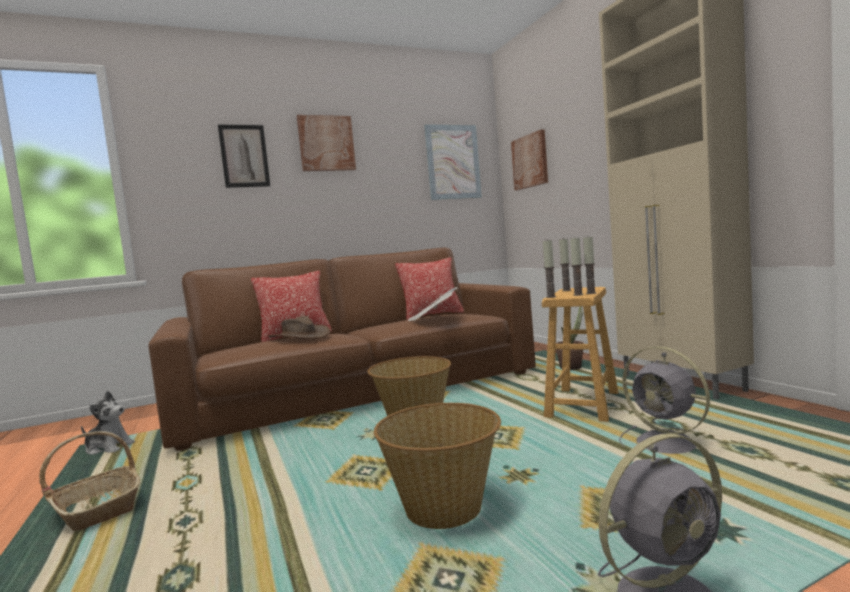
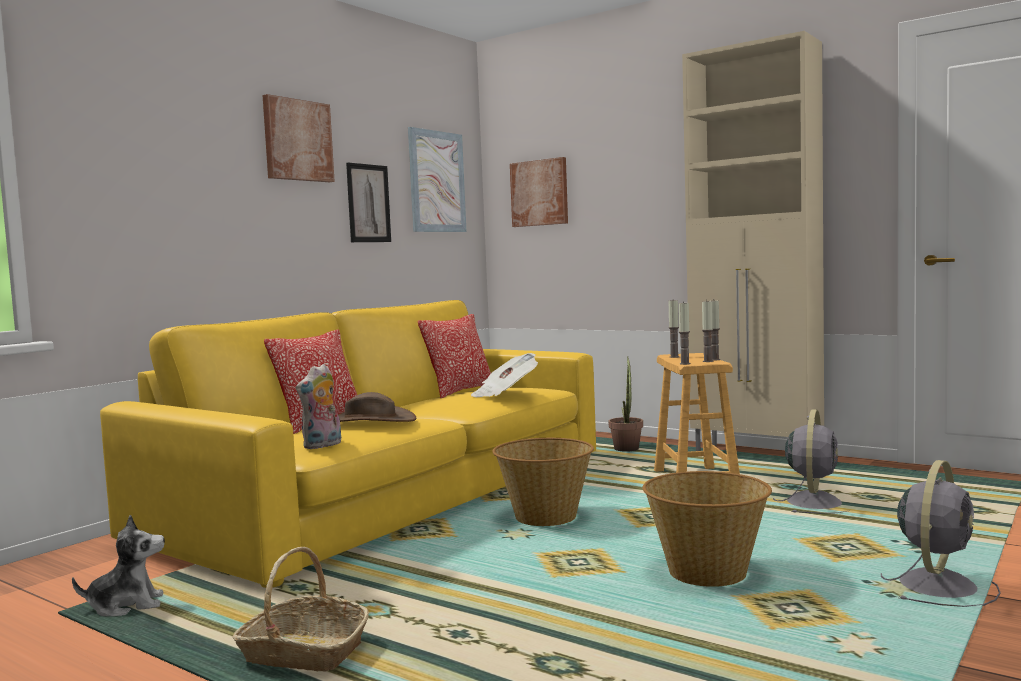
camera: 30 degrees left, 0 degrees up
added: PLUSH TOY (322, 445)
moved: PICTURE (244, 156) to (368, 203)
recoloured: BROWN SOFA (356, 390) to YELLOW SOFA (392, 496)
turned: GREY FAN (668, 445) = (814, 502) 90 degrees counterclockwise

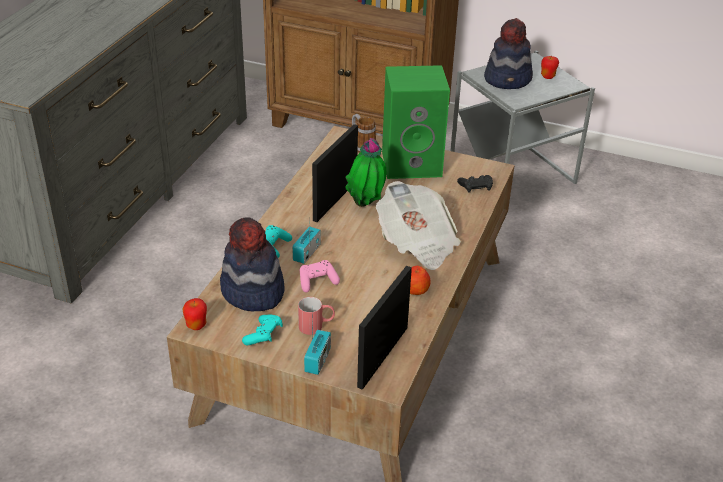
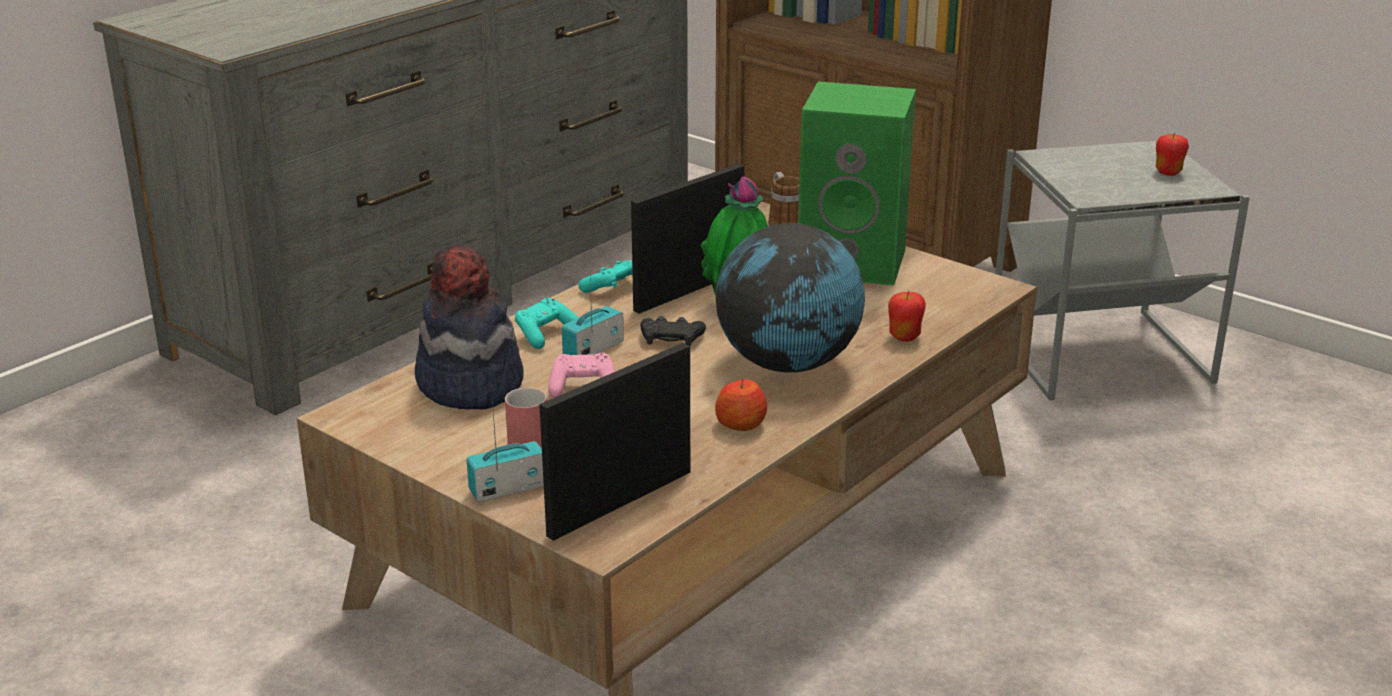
camera: 20 degrees right, 10 degrees down
removed: HAT (508, 79)
moved: BLACK GAME CONTROLLER (475, 186) to (671, 338); APPLE (196, 325) to (904, 337); TURQUOISE GAME CONTROLLER (264, 336) to (613, 288)
replaced: NEWSPAPER (417, 243) to GLOBE (788, 364)
turned: RADIO (318, 360) = (508, 488) 150 degrees counterclockwise

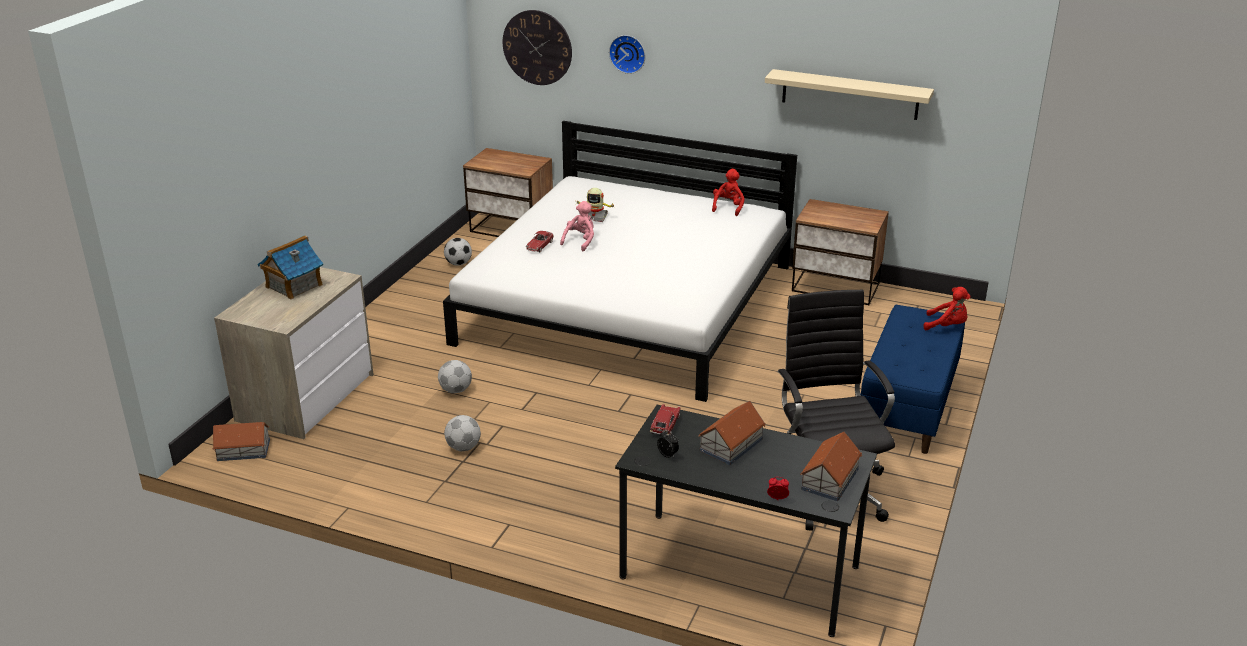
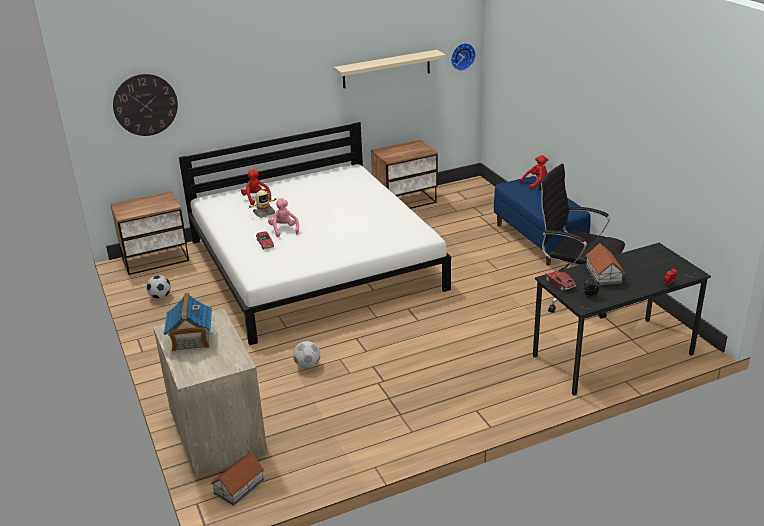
camera: 45 degrees left, 0 degrees up
removed: FOOTBALL (463, 447); TOY HOUSE (830, 479)
moved: WALL CLOCK (628, 53) to (462, 56); RED PLUSH TOY (728, 207) to (256, 199)

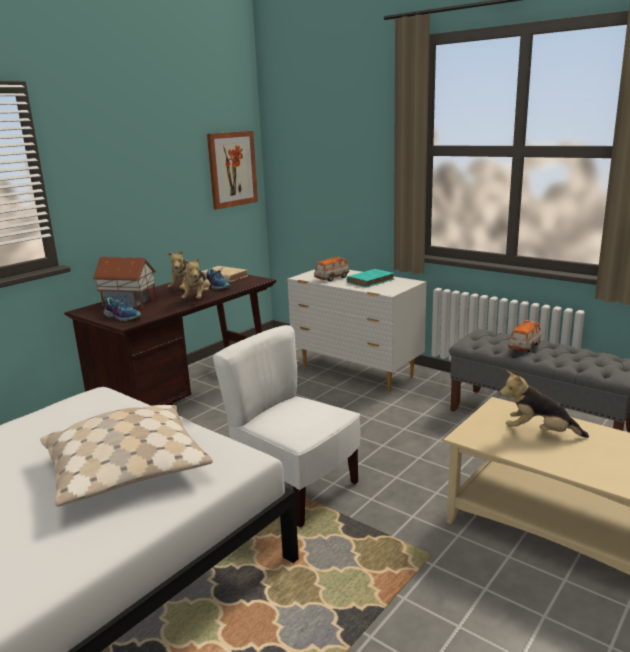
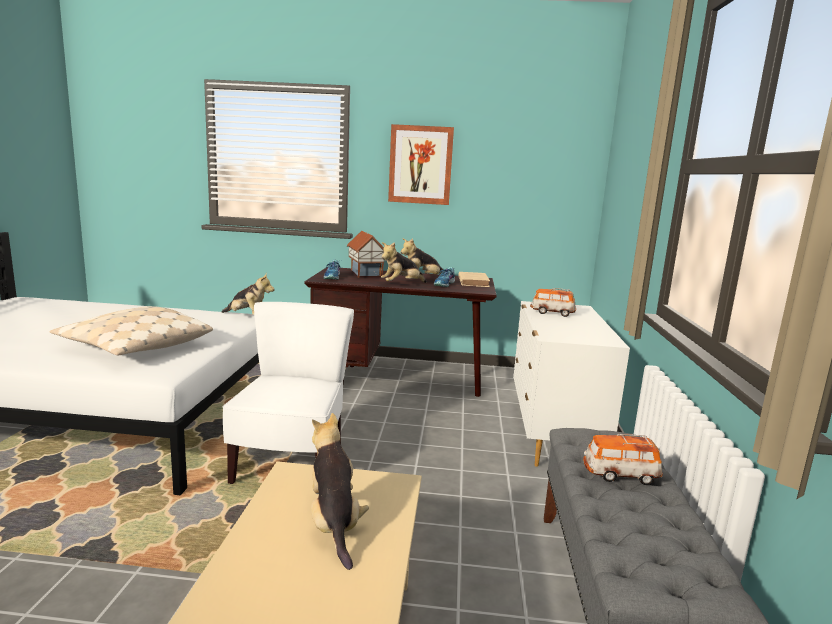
camera: 55 degrees right, 5 degrees down
removed: TURQUOISE BOOK (371, 281)
added: PLUSH TOY (248, 317)
moved: PICTURE (232, 169) to (420, 165)

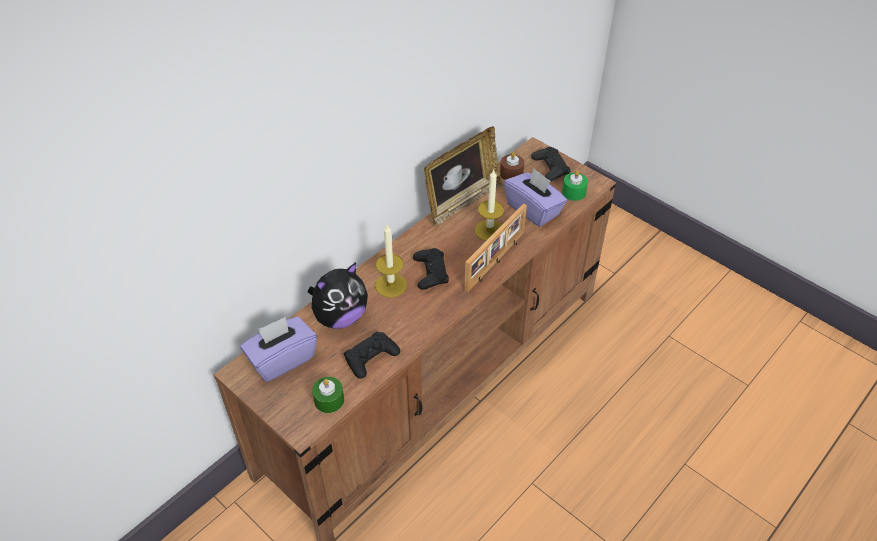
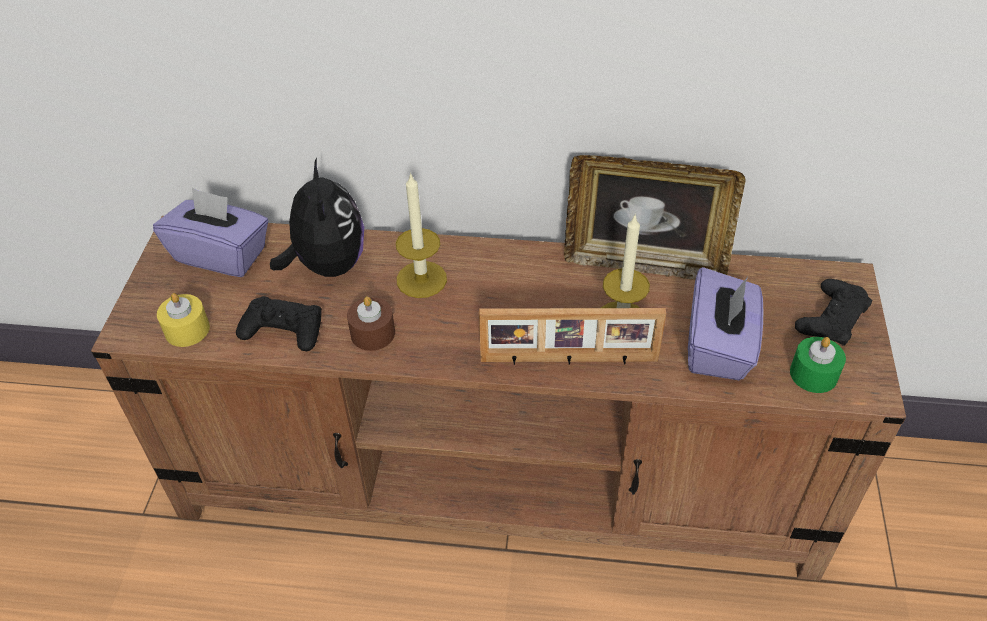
camera: 55 degrees right, 0 degrees up
removed: BLACK GAME CONTROLLER (430, 272)
moved: BROWN CANDLE (511, 173) to (373, 333)
recoloured: GREEN CANDLE (329, 400) to YELLOW CANDLE (187, 330)
turned: PLUSH TOY (340, 317) = (327, 265) 120 degrees counterclockwise

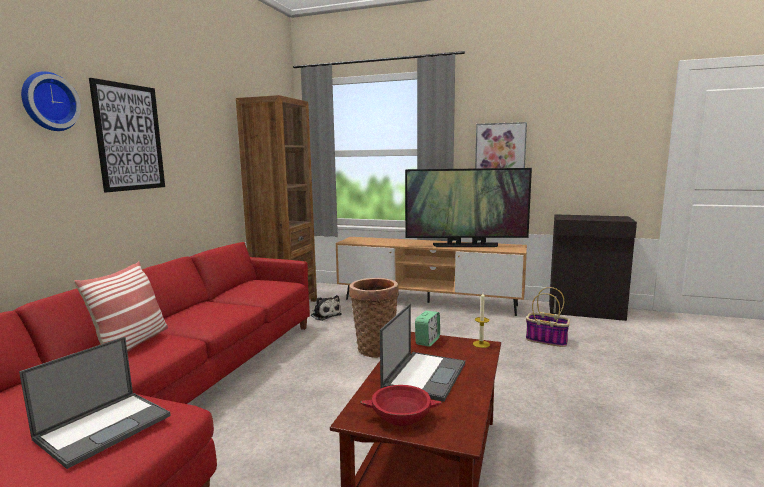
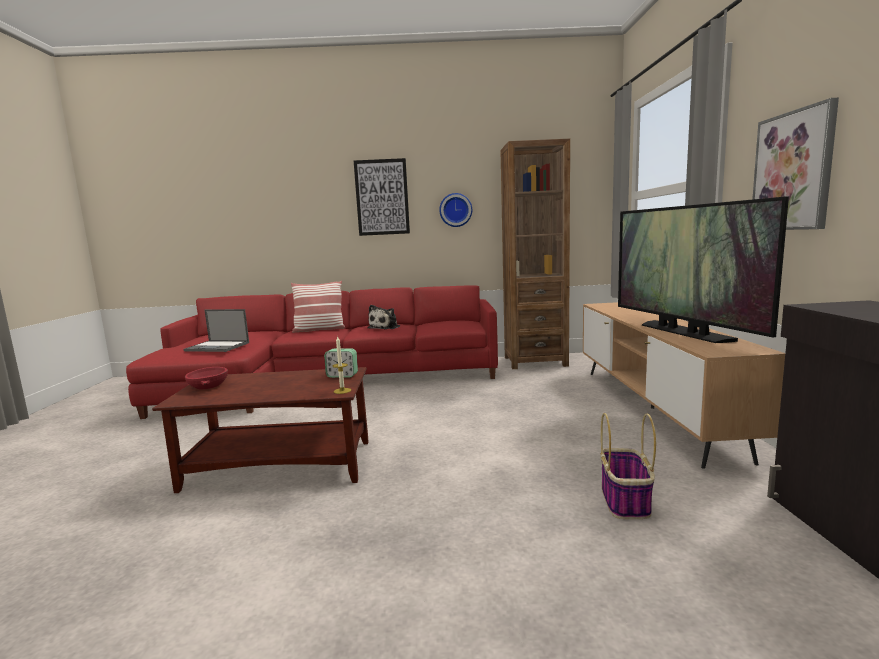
camera: 70 degrees right, 0 degrees up
removed: BASKET (374, 348); LAPTOP (424, 375)
moved: WALL CLOCK (48, 102) to (455, 210); PLUSH TOY (325, 315) to (385, 327)

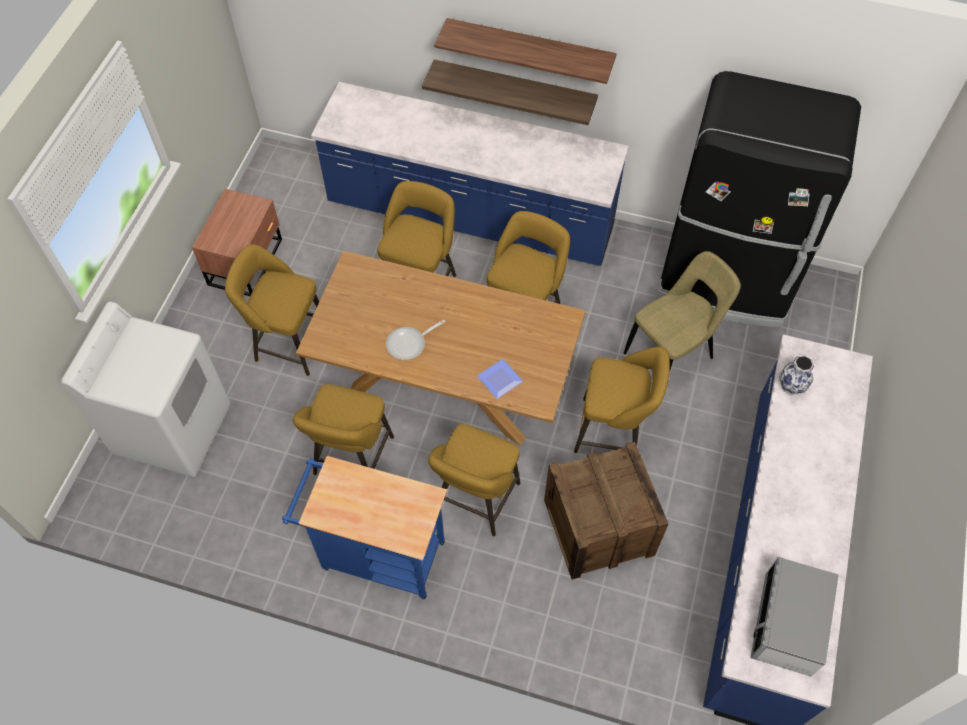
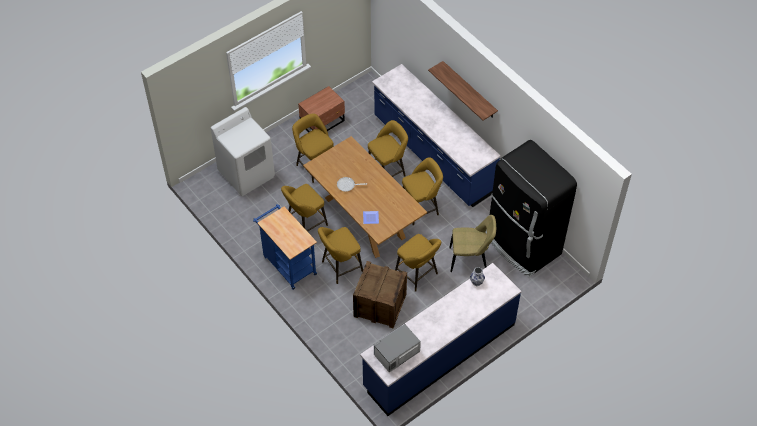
camera: 35 degrees right, 5 degrees down
removed: SHELF (514, 88)

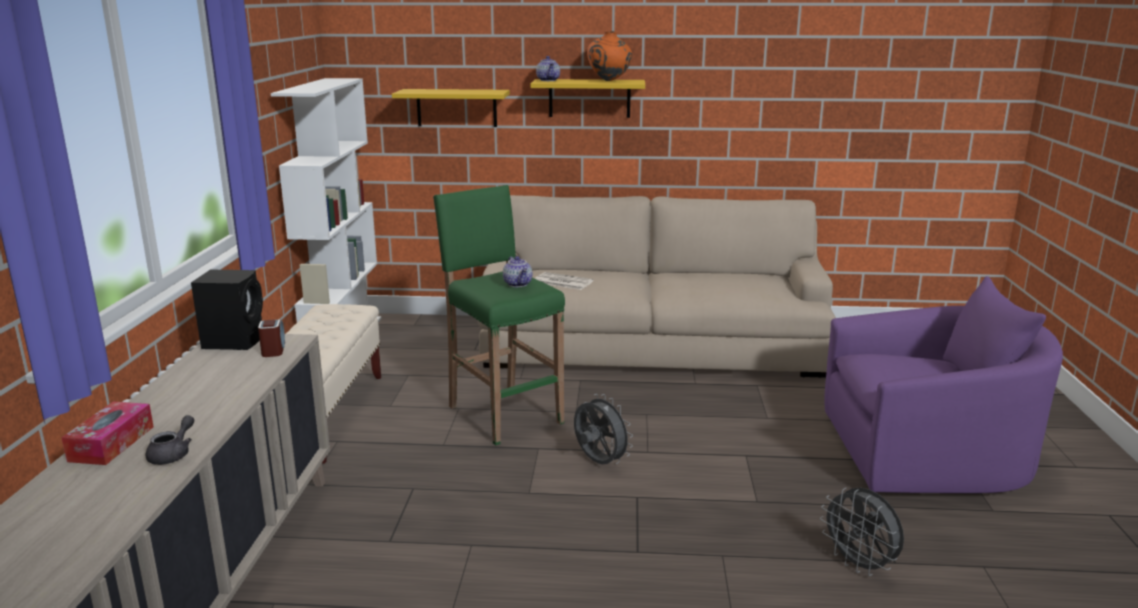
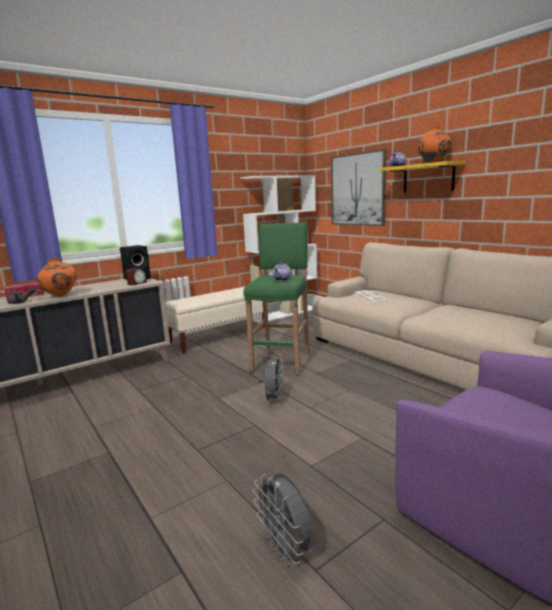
camera: 50 degrees right, 5 degrees down
added: ORANGE VASE (60, 296)
replaced: YELLOW SHELF (456, 108) to PICTURE (358, 189)
turned: GREY FAN (859, 565) = (286, 549) 45 degrees counterclockwise

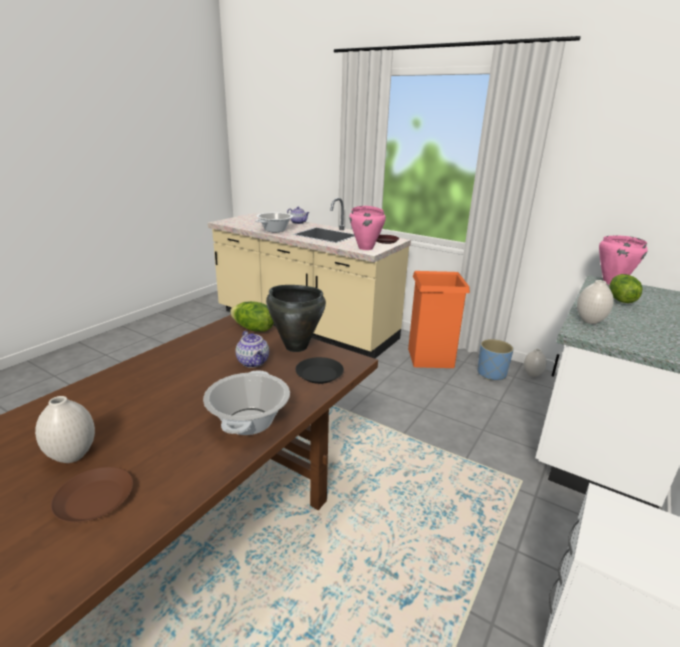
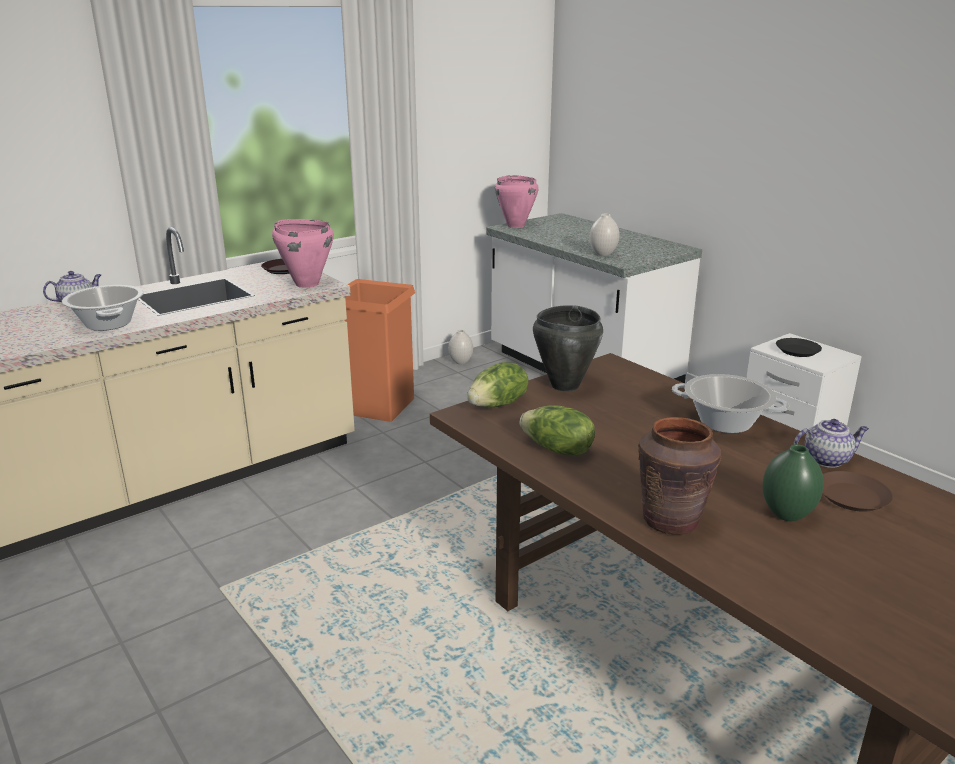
camera: 70 degrees left, 0 degrees up
removed: BLUE PLANTER (491, 374)
added: BROWN VASE (671, 520)
moved: LETTUCE (620, 299) to (557, 450); TEAPOT (253, 362) to (827, 459); BLACK PLATE (319, 374) to (798, 351)
recoloured: WHITE VASE (72, 456) to GREEN VASE (786, 515)

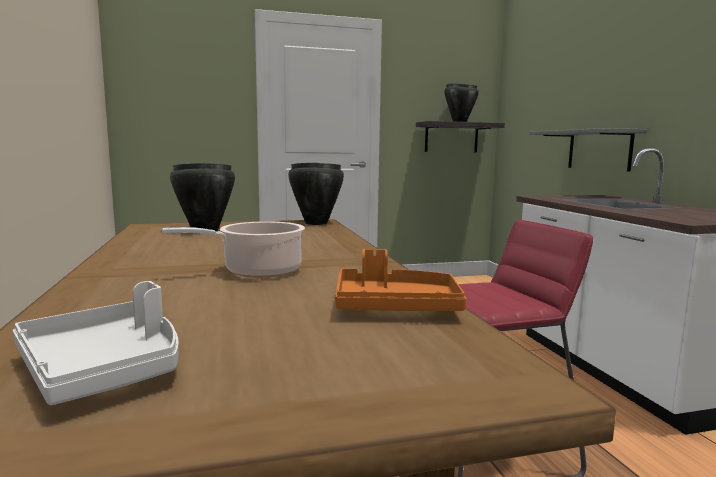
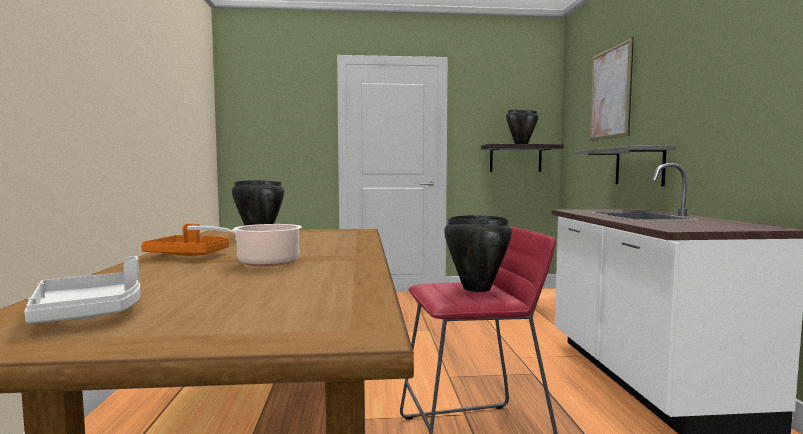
camera: 10 degrees right, 5 degrees down
added: PICTURE (610, 93)
moved: BLACK COOKING POT (315, 223) to (476, 289); ORANGE TRAY (395, 307) to (189, 255)

